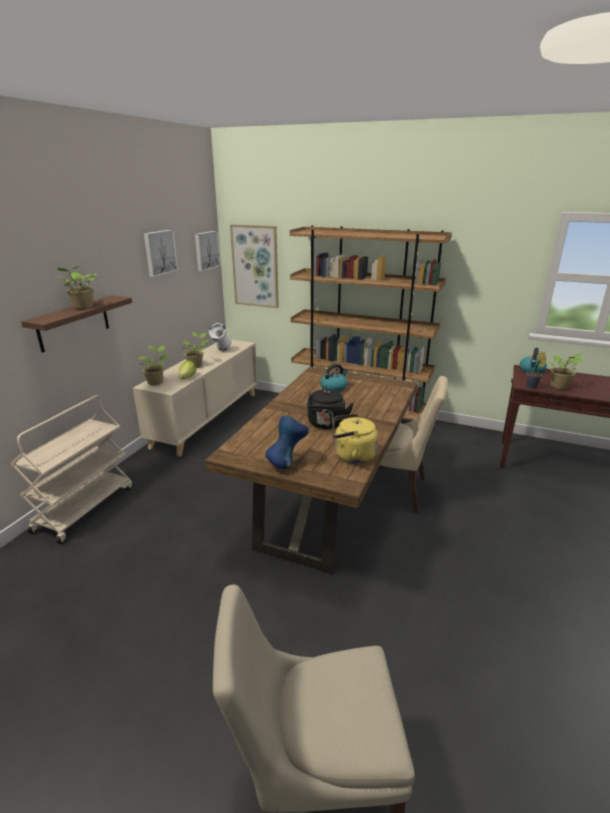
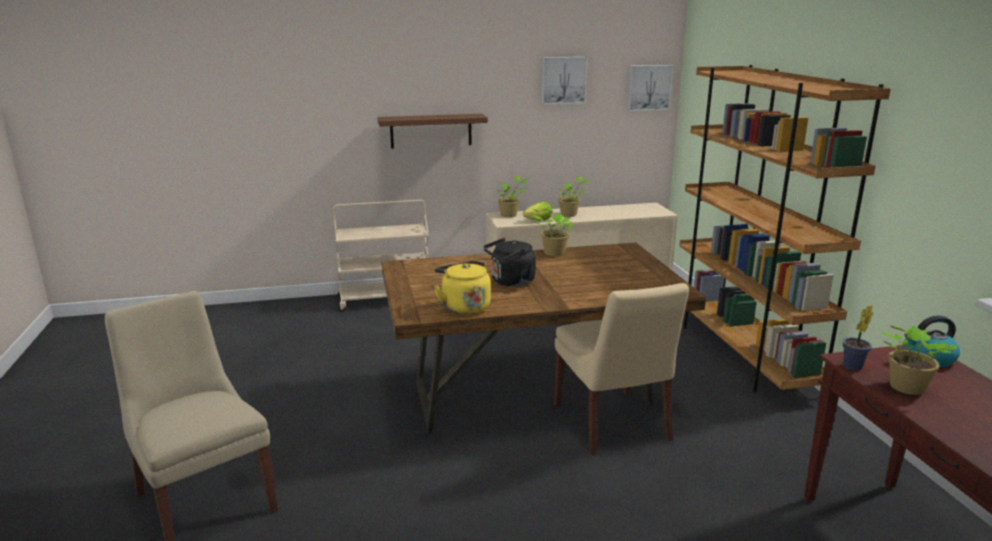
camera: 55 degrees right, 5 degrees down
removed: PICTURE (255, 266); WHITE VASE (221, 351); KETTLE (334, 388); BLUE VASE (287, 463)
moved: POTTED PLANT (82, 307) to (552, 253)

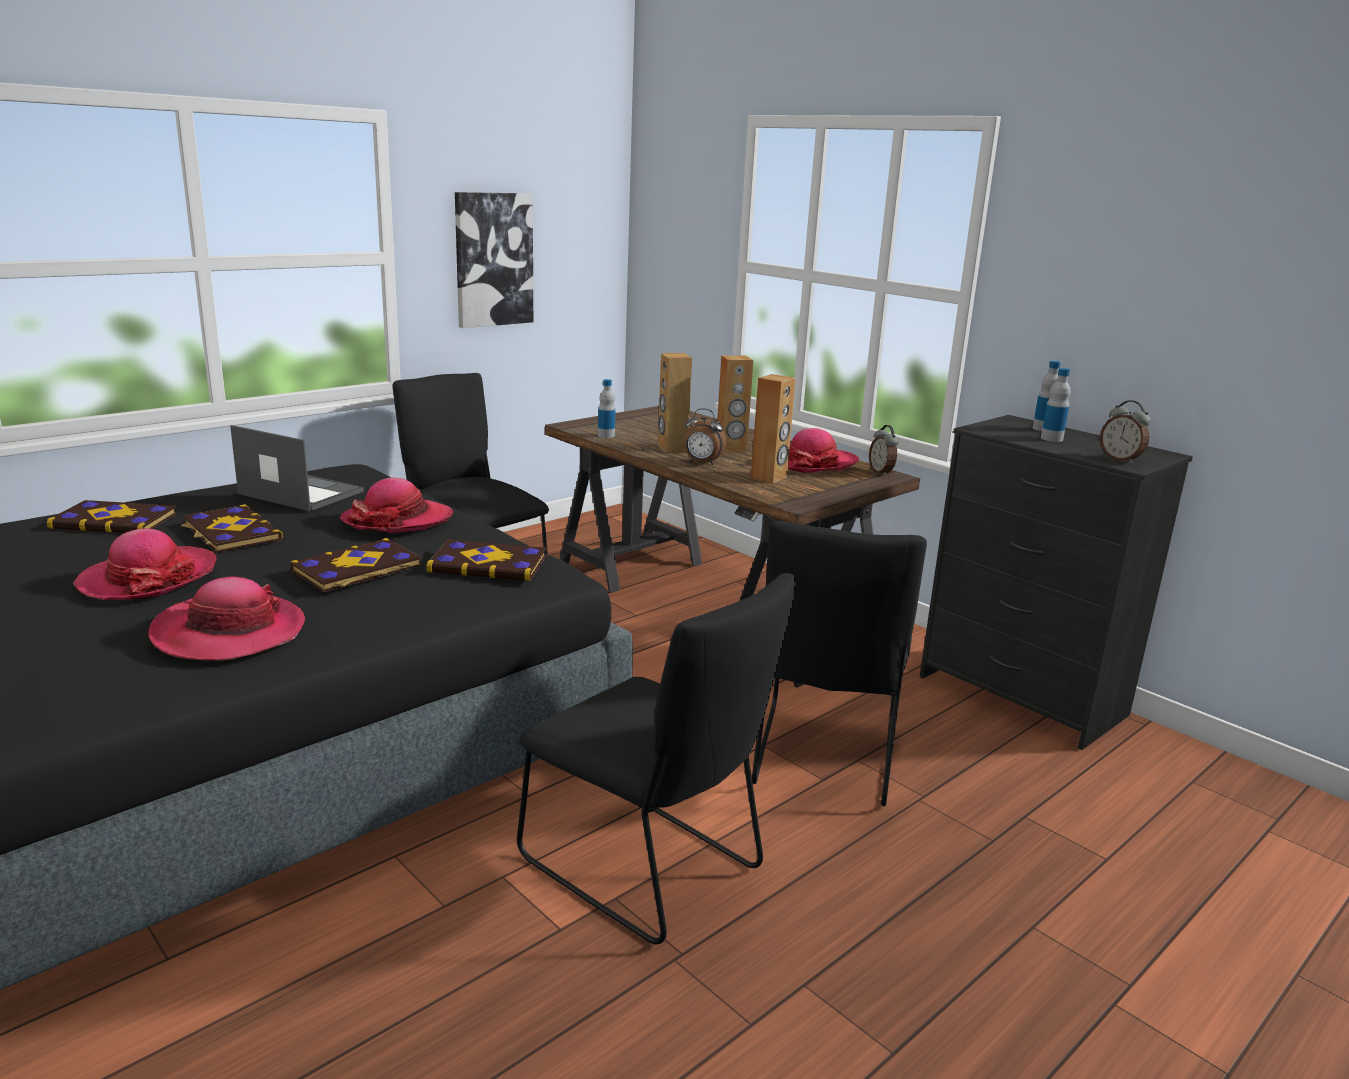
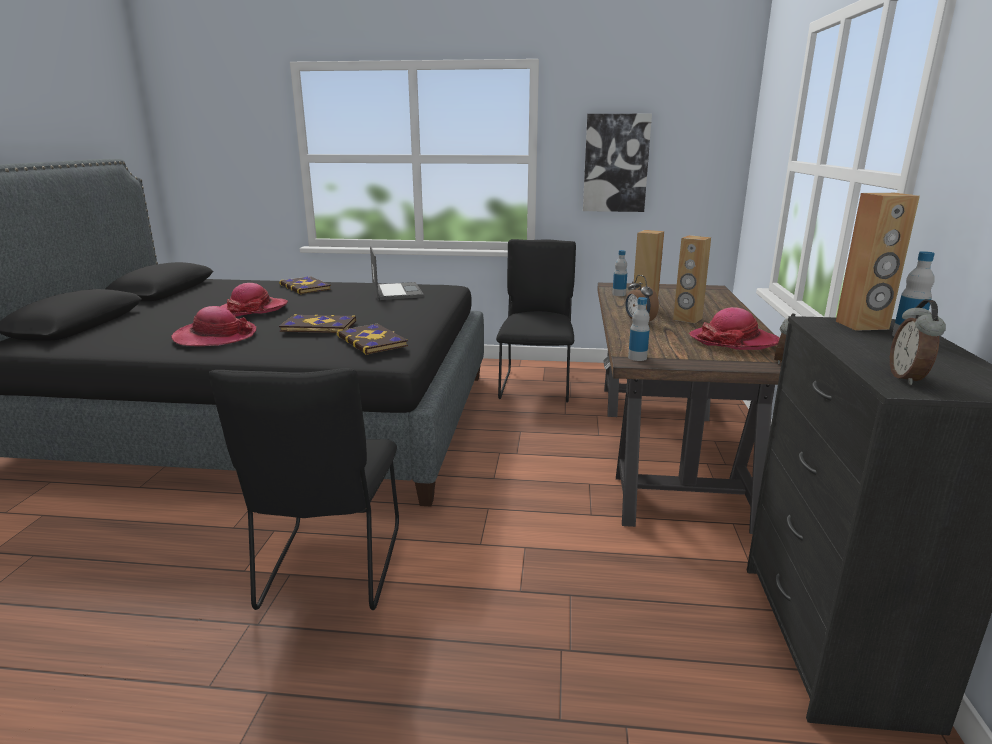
camera: 50 degrees right, 0 degrees up
removed: HAT (397, 520); BOOK (230, 532); BLACK CHAIR (823, 760)
moved: BOTTLE (1051, 439) to (637, 357); BROWN SPEAKER (769, 478) to (862, 325)

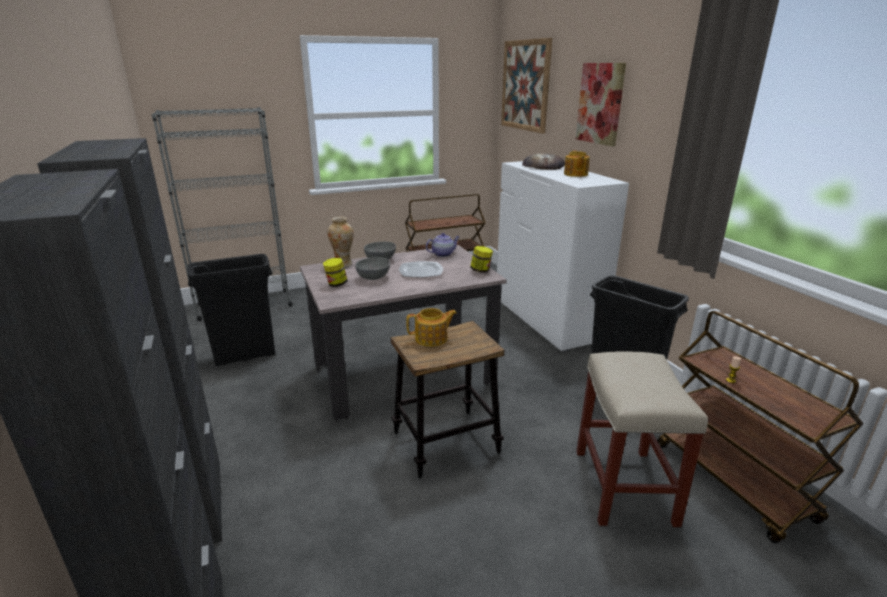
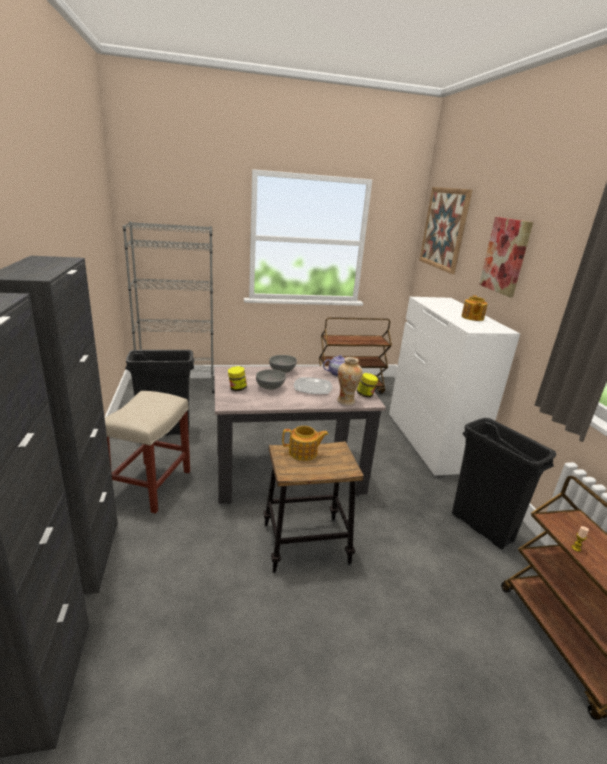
camera: 10 degrees right, 0 degrees up
removed: BREAD (543, 166)
moved: VASE (343, 264) to (346, 401); BEIGE STOOL (623, 485) to (151, 485)

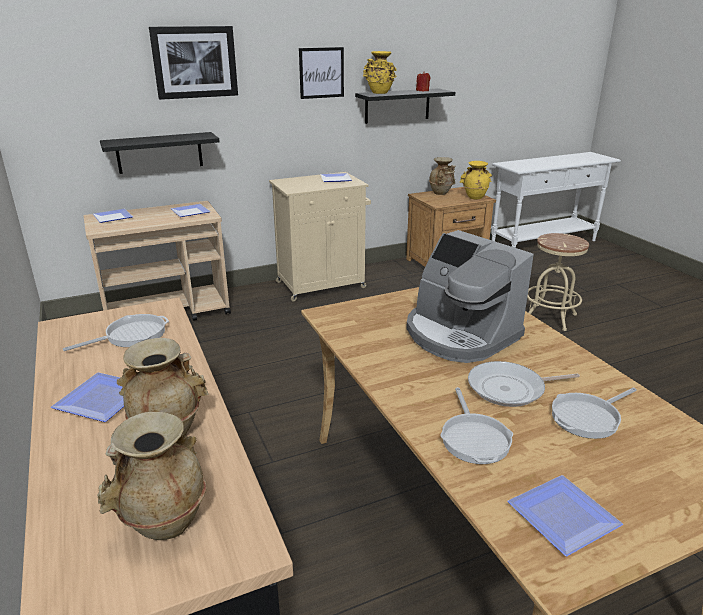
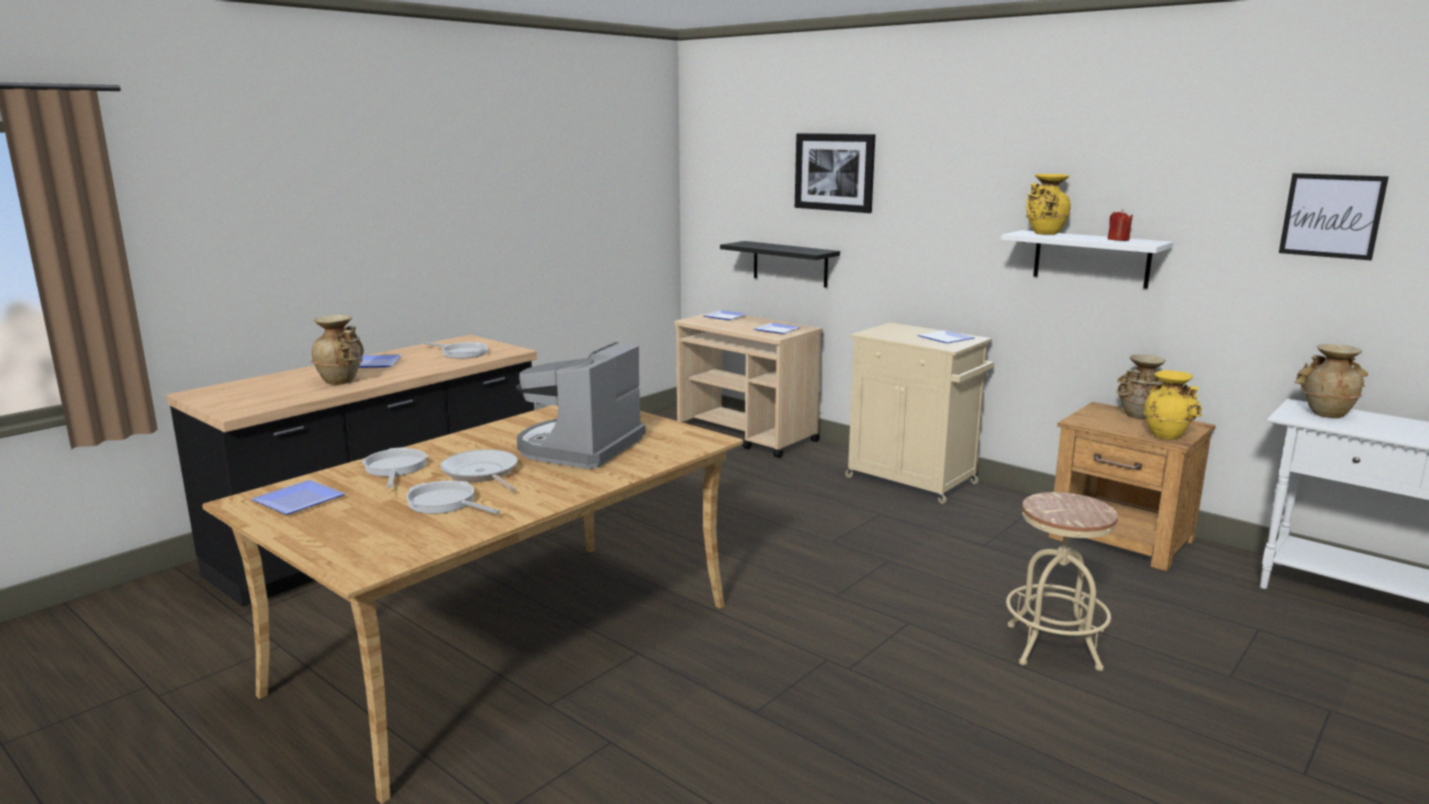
camera: 65 degrees right, 10 degrees down
moved: PICTURE (321, 73) to (1331, 216); BEIGE VASE (164, 522) to (1326, 413)
recoloured: BLACK SHELF (397, 106) to WHITE SHELF (1091, 258)
turned: FRYING PAN (474, 438) = (395, 468) 105 degrees clockwise

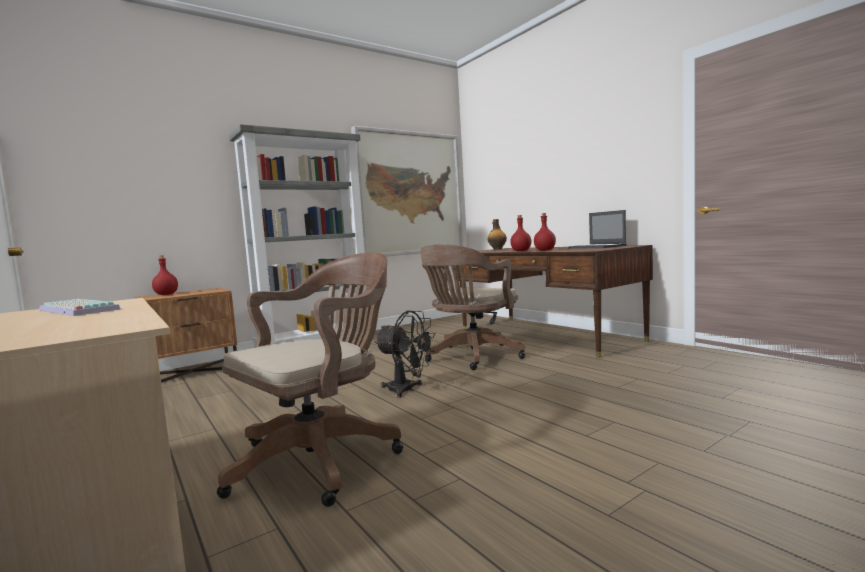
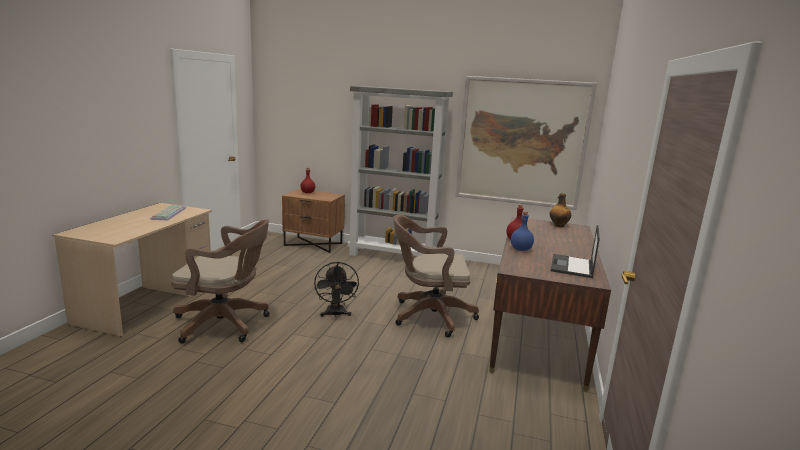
camera: 50 degrees right, 10 degrees up
recoloured: RED BOTTLE (544, 250) to BLUE BOTTLE (520, 249)

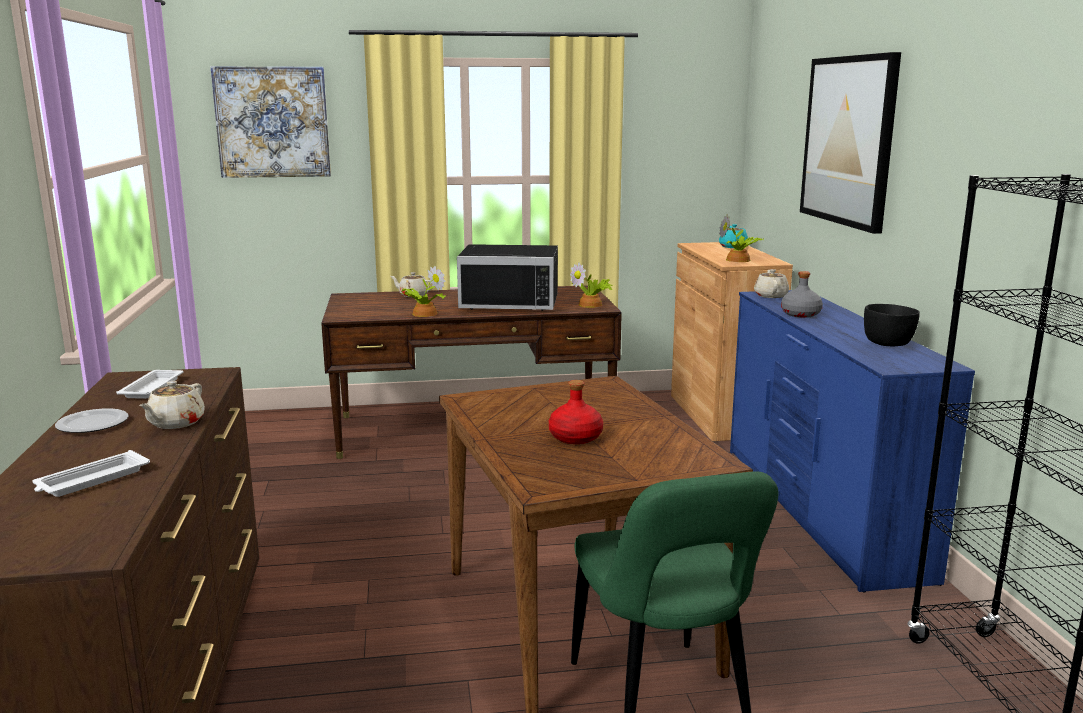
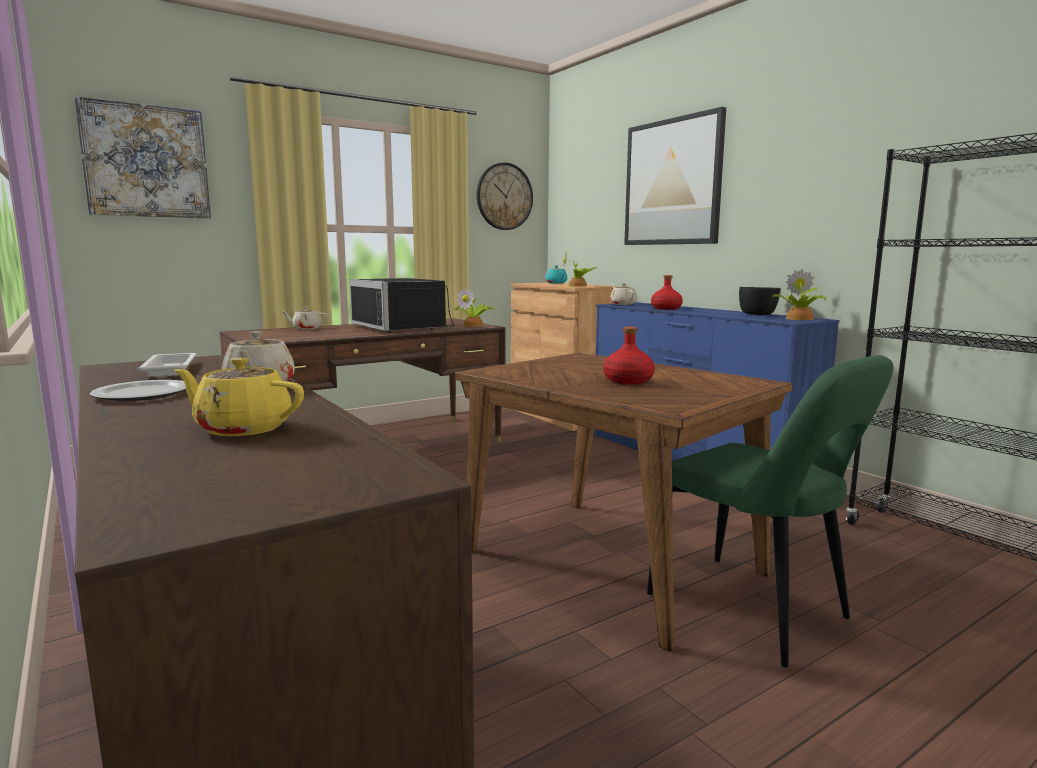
camera: 25 degrees left, 5 degrees down
added: WALL CLOCK (504, 196)
moved: POTTED PLANT (423, 314) to (798, 319)
replaced: WHITE TRAY (91, 480) to YELLOW TEAPOT (242, 428)
recoloured: GREY BOTTLE (800, 314) to RED BOTTLE (666, 309)
turned: BLACK MICROWAVE (511, 302) = (404, 327) 75 degrees clockwise

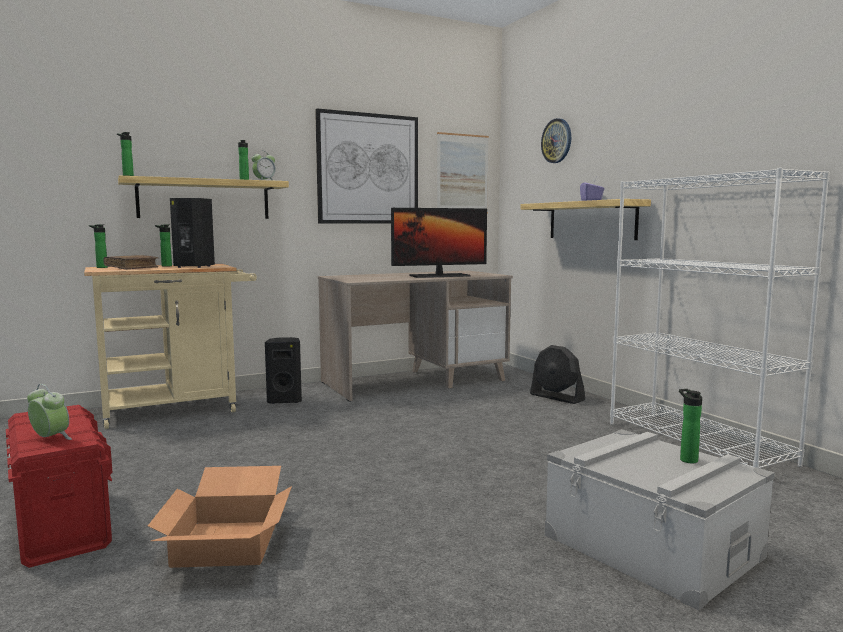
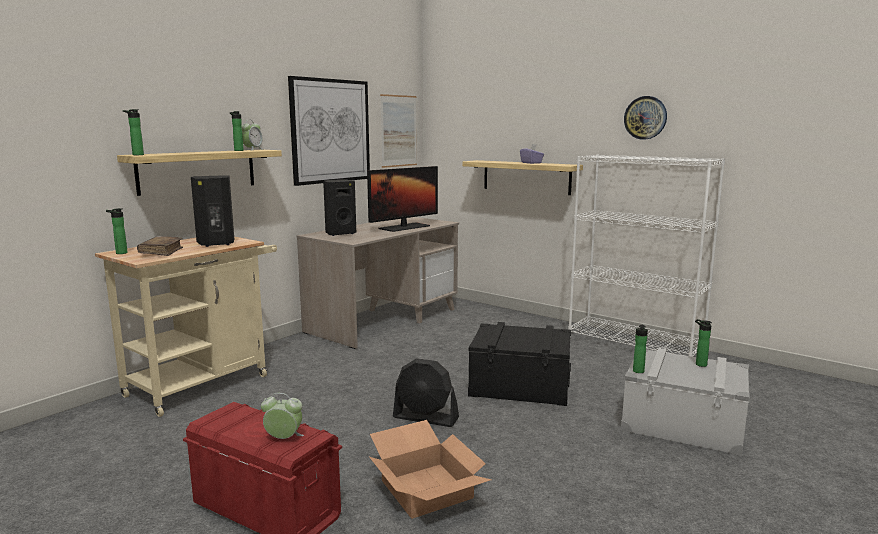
camera: 25 degrees left, 5 degrees up
added: BLACK STORAGE BOX (520, 384)
moved: WALL CLOCK (557, 141) to (645, 117); BOTTLE (165, 266) to (638, 372); BLACK SPEAKER (285, 400) to (340, 233); BLACK FAN (557, 397) to (426, 418)

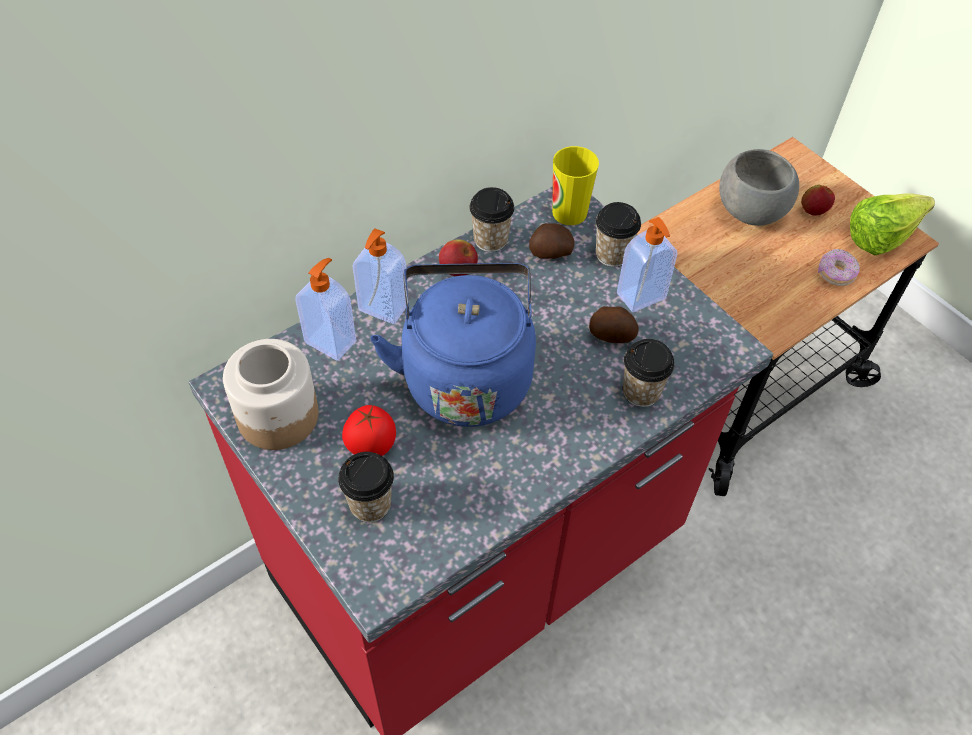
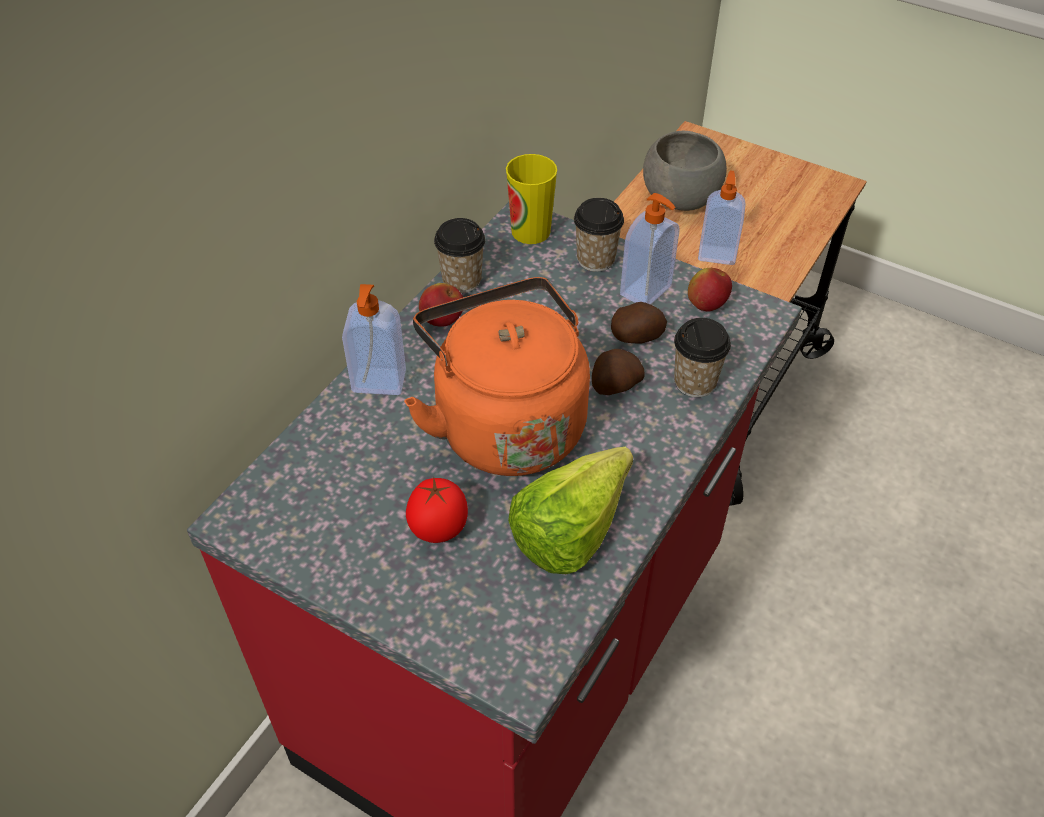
camera: 20 degrees left, 5 degrees down
removed: DONUT (835, 274); JAR (277, 416); CUP (370, 504)
moved: APPLE (813, 211) to (706, 305); LETTUCE (888, 236) to (580, 526); POTATO (550, 253) to (614, 386); SOAP DISPENSER (331, 341) to (717, 254)
recoloured: BLUE KETTLE (465, 376) to ORANGE KETTLE (505, 423)

